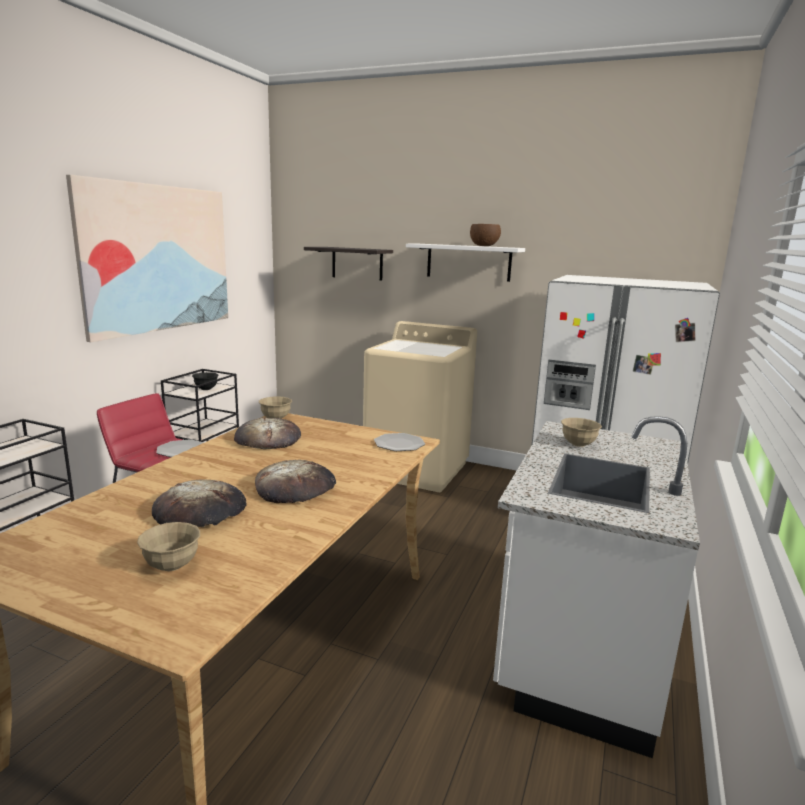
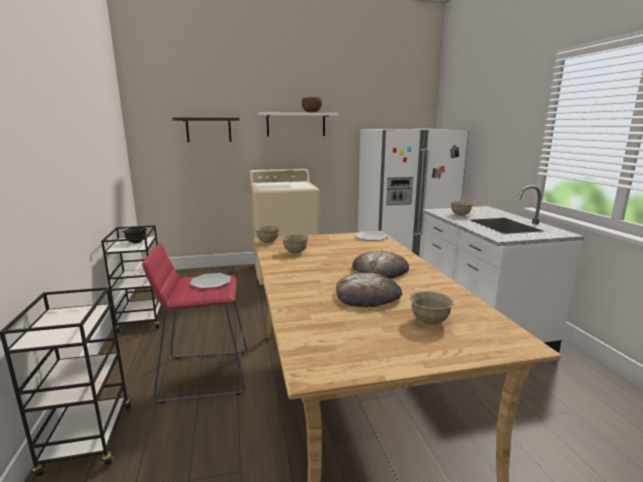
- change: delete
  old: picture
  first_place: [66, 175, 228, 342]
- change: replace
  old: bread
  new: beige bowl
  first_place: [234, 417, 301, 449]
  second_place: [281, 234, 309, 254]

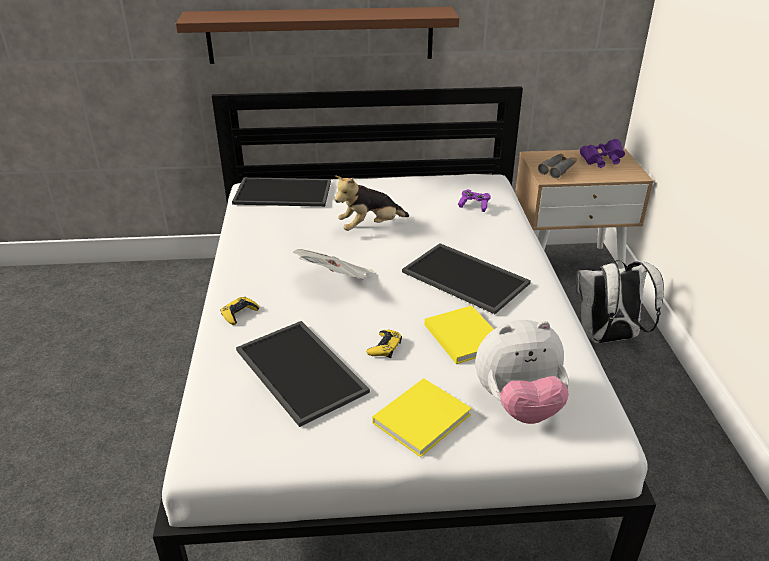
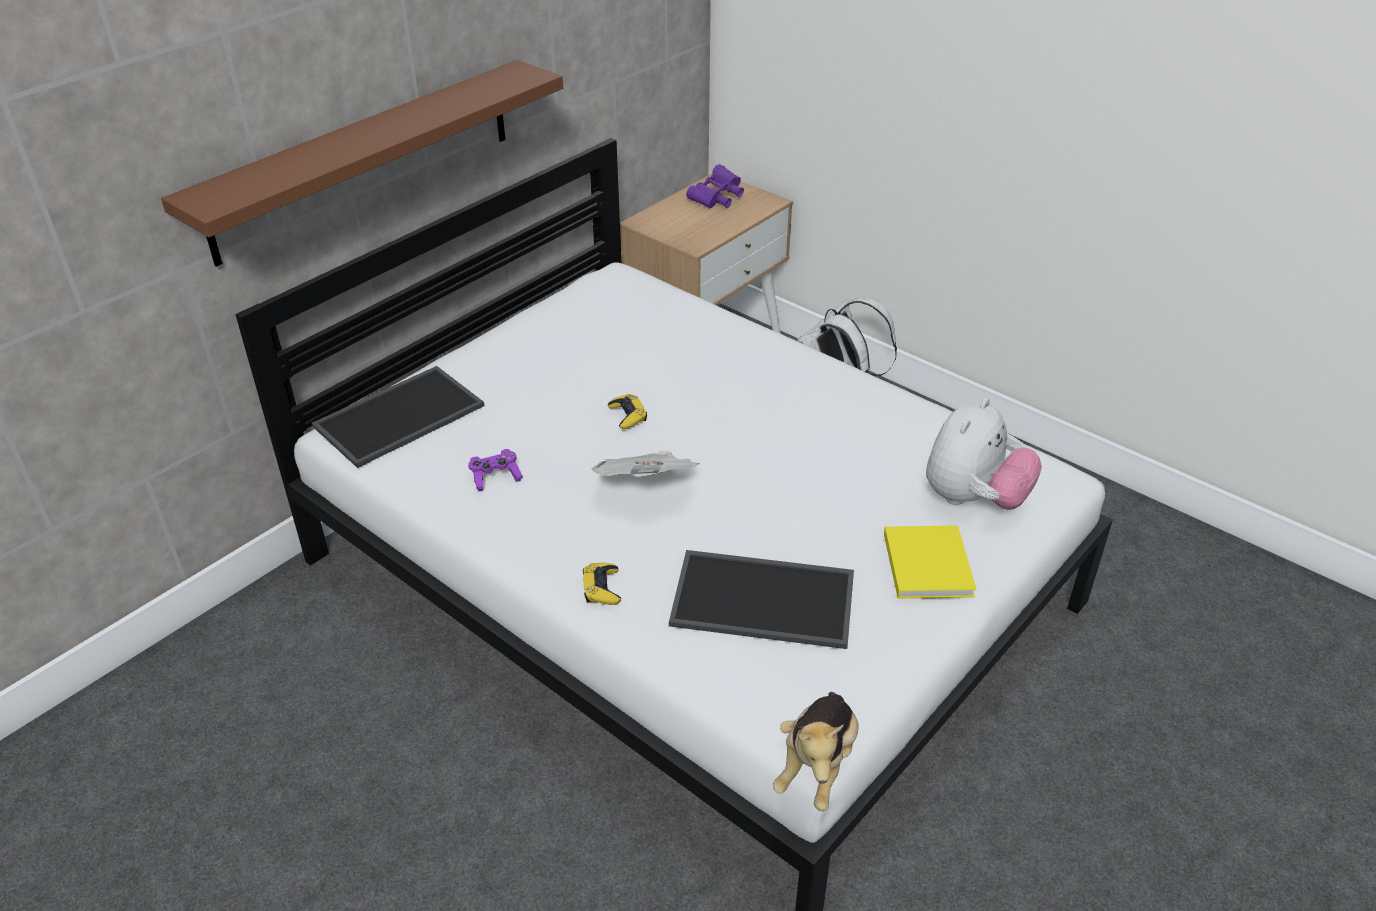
- change: delete
  old: grey binoculars
  first_place: [538, 153, 577, 178]
- change: move
  old: plush toy
  first_place: [334, 175, 409, 231]
  second_place: [773, 692, 859, 811]
- change: move
  old: purple game controller
  first_place: [458, 190, 491, 212]
  second_place: [468, 449, 523, 492]
- change: delete
  old: tray
  first_place: [402, 243, 531, 314]
- change: delete
  old: yellow book
  first_place: [425, 306, 494, 364]
- change: move
  old: yellow game controller
  first_place: [366, 330, 402, 358]
  second_place: [608, 394, 647, 429]

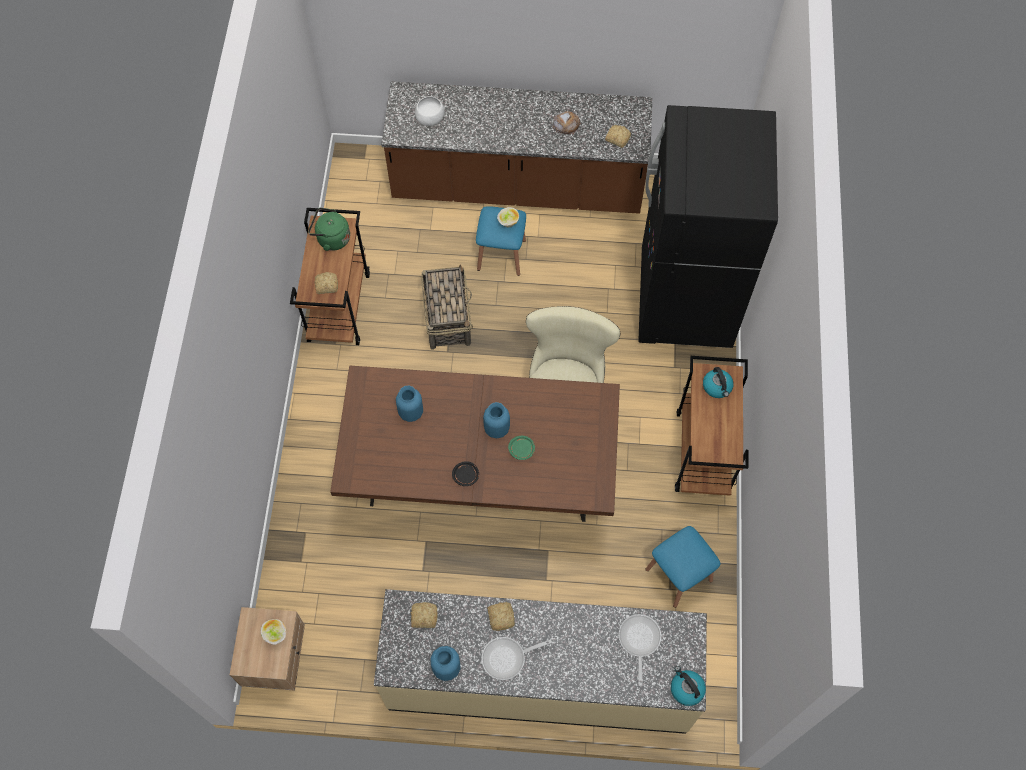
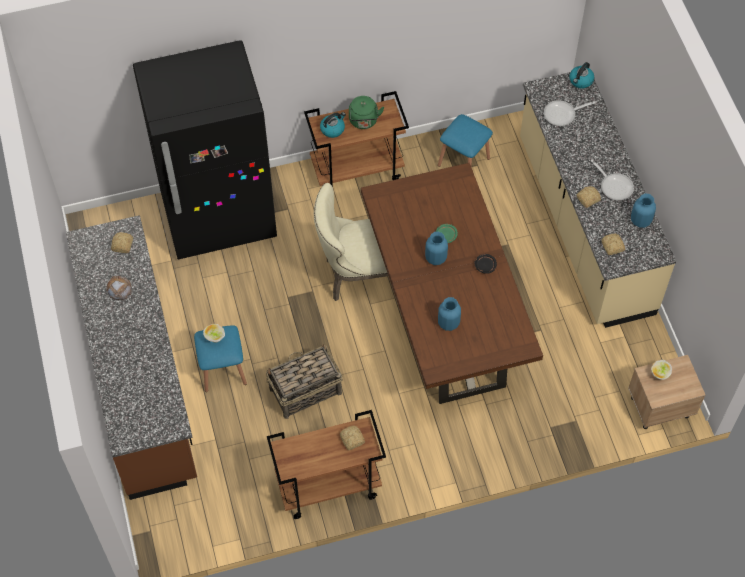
- change: delete
  old: white bowl
  first_place: [415, 96, 445, 126]
- change: move
  old: green kettle
  first_place: [308, 208, 350, 251]
  second_place: [349, 96, 384, 129]

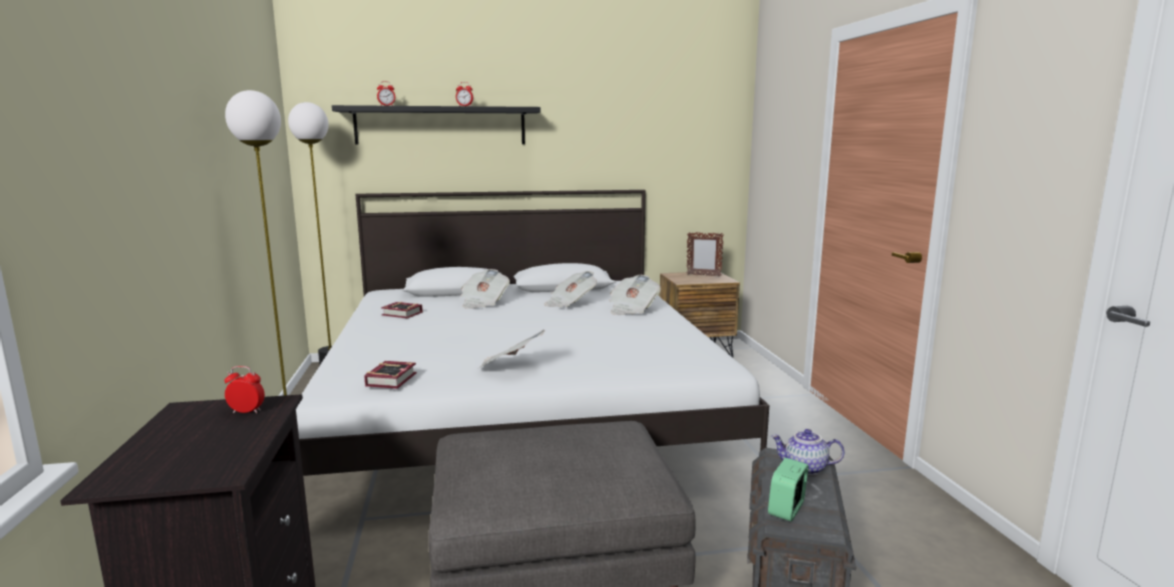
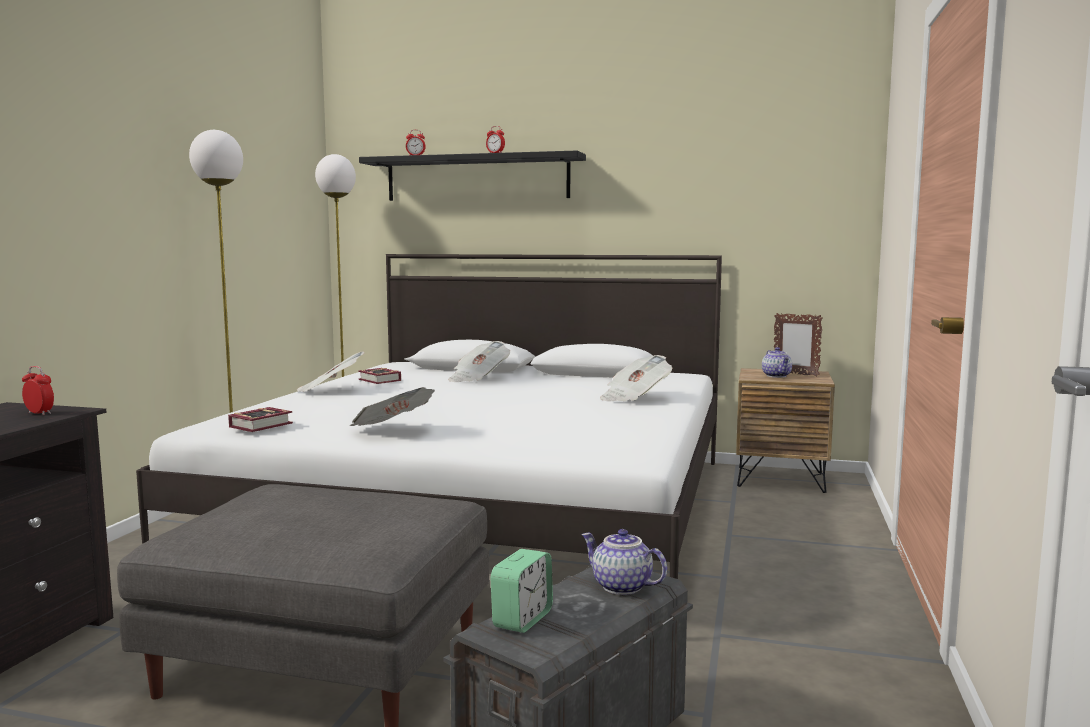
- change: move
  old: newspaper
  first_place: [544, 271, 597, 307]
  second_place: [297, 351, 365, 392]
- change: rotate
  old: alarm clock
  first_place: [768, 458, 809, 521]
  second_place: [490, 549, 553, 633]
  degrees: 150
- change: insert
  new: teapot
  second_place: [762, 347, 792, 378]

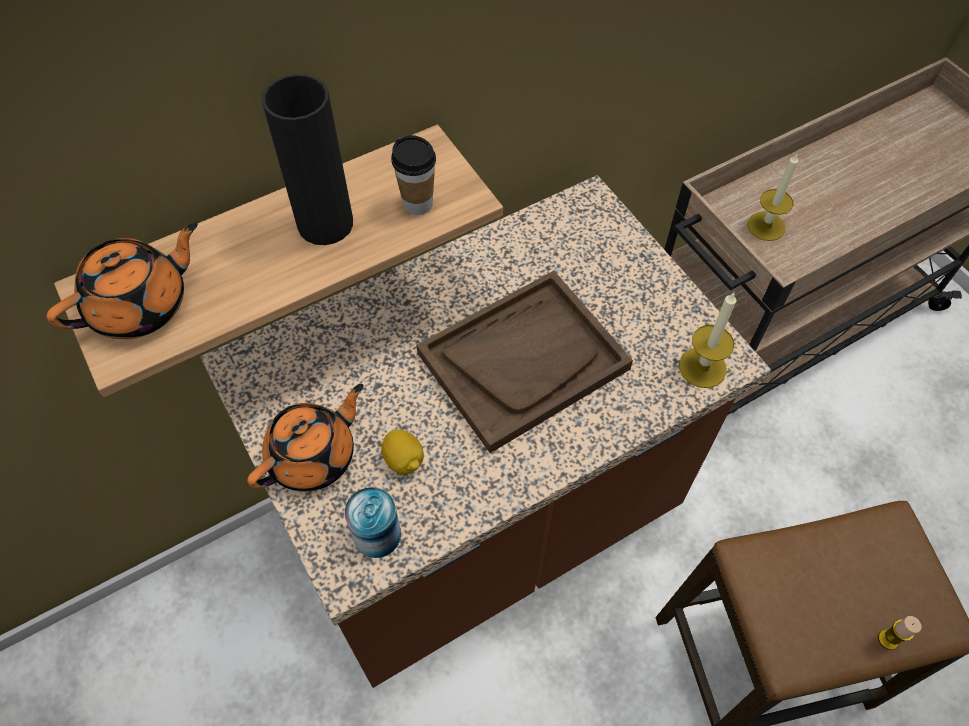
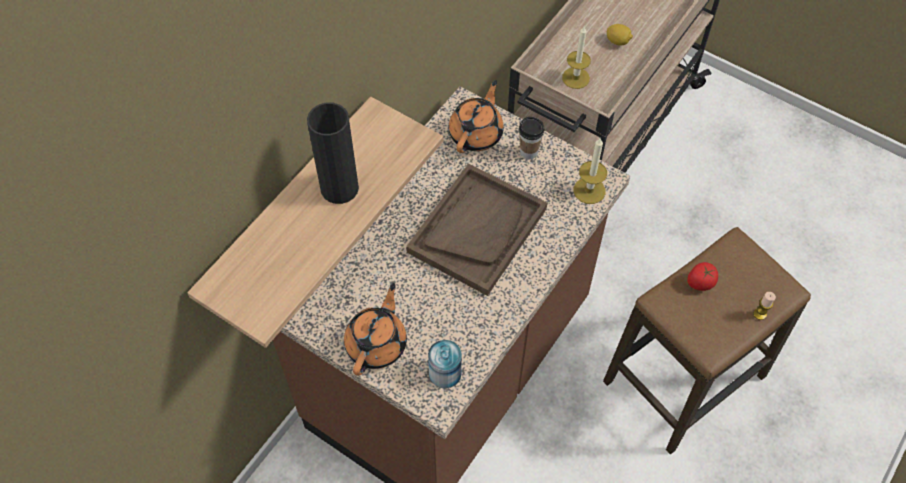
- change: move
  old: cup
  first_place: [391, 135, 436, 215]
  second_place: [519, 117, 545, 159]
- change: move
  old: orange teapot
  first_place: [47, 223, 198, 339]
  second_place: [448, 80, 504, 153]
- change: move
  old: lemon
  first_place: [381, 430, 424, 474]
  second_place: [607, 24, 633, 46]
- change: insert
  new: tomato
  second_place: [687, 262, 718, 291]

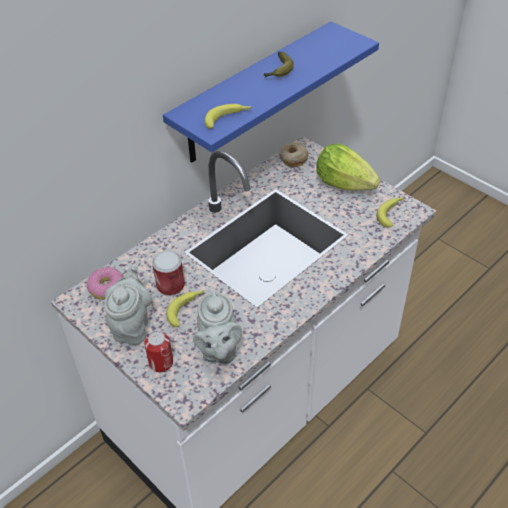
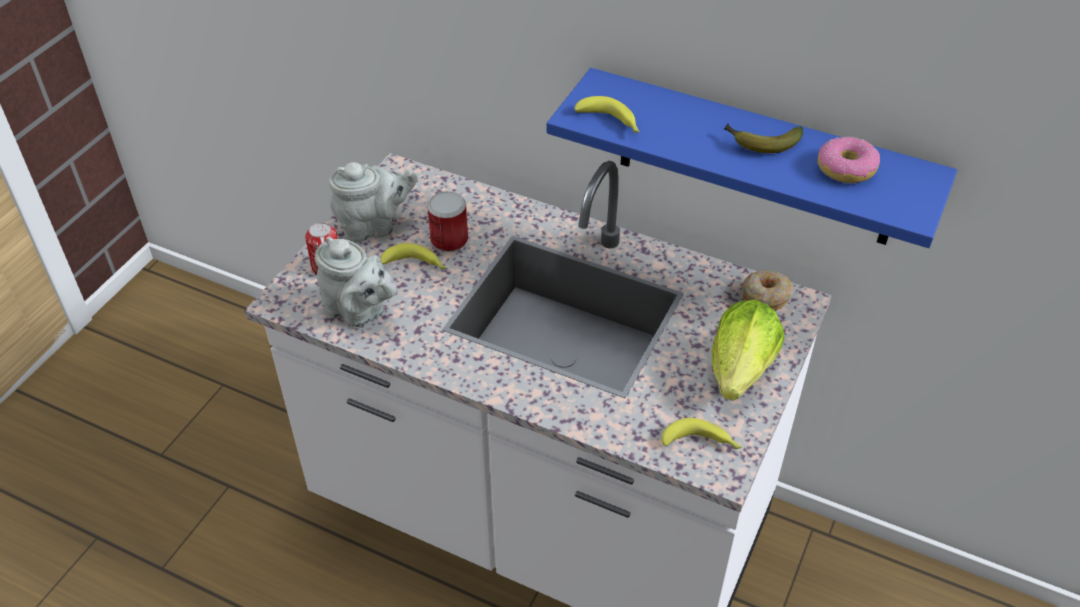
- change: move
  old: donut
  first_place: [87, 267, 124, 300]
  second_place: [818, 137, 880, 183]
- change: rotate
  old: grey teapot
  first_place: [193, 291, 242, 364]
  second_place: [315, 236, 397, 327]
  degrees: -120

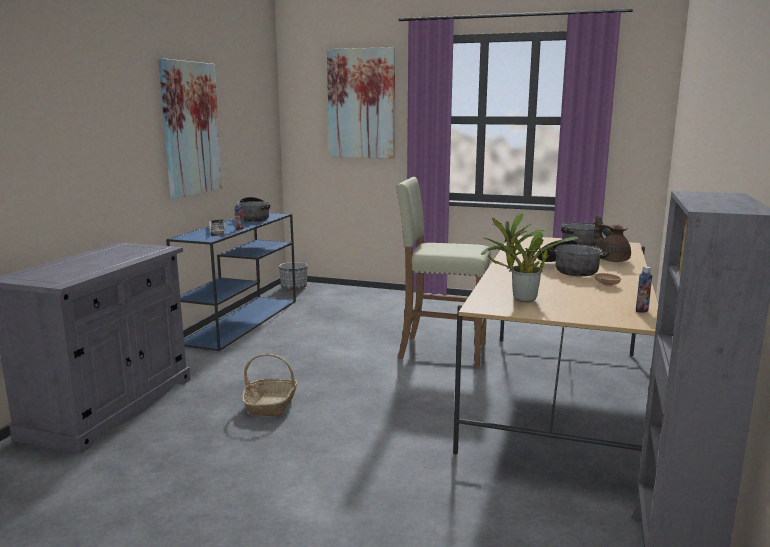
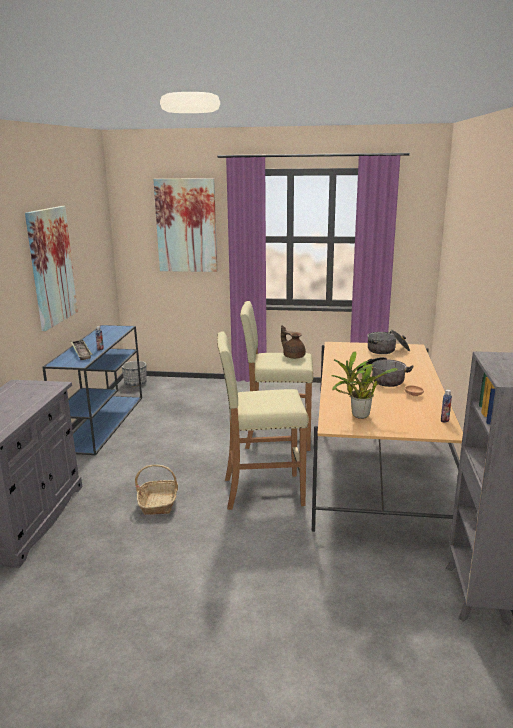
- change: delete
  old: cooking pot
  first_place: [238, 197, 270, 222]
- change: move
  old: brown teapot
  first_place: [594, 215, 631, 262]
  second_place: [281, 325, 306, 359]
- change: insert
  new: beige stool
  second_place: [217, 331, 309, 510]

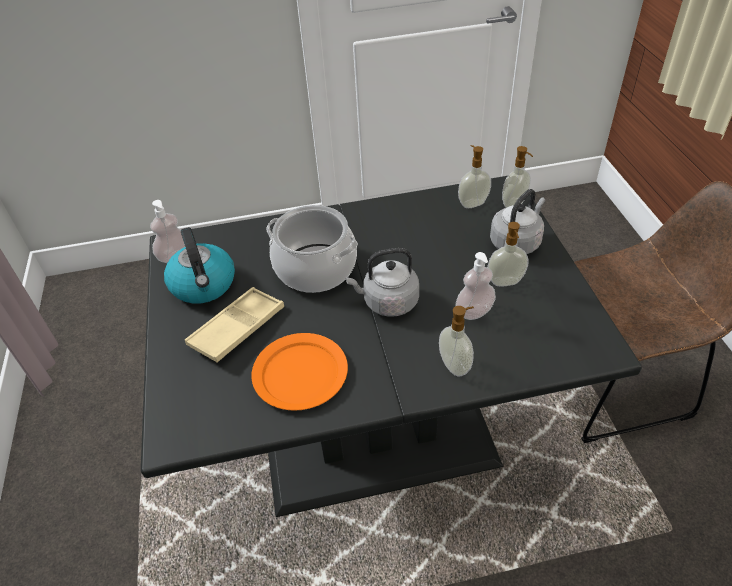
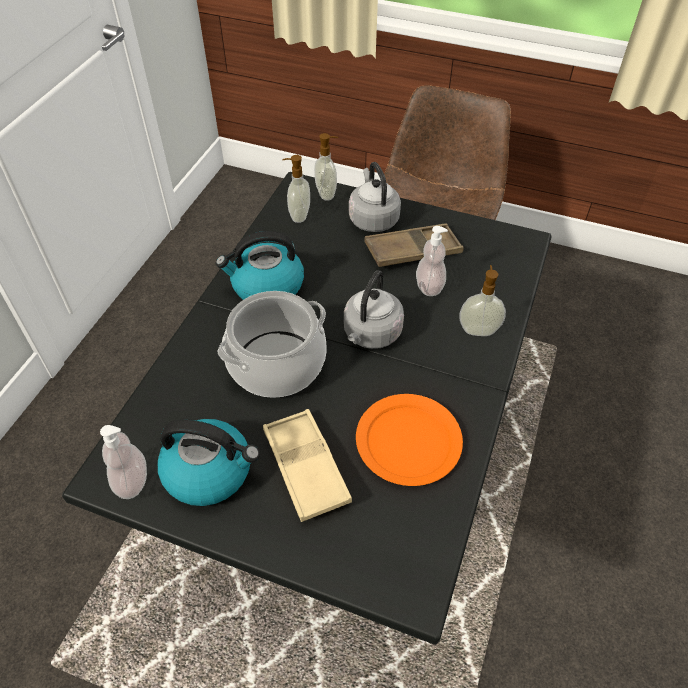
- change: replace
  old: soap dispenser
  new: brown tray
  first_place: [487, 222, 528, 287]
  second_place: [364, 223, 464, 267]
- change: insert
  new: kettle
  second_place: [216, 231, 304, 300]

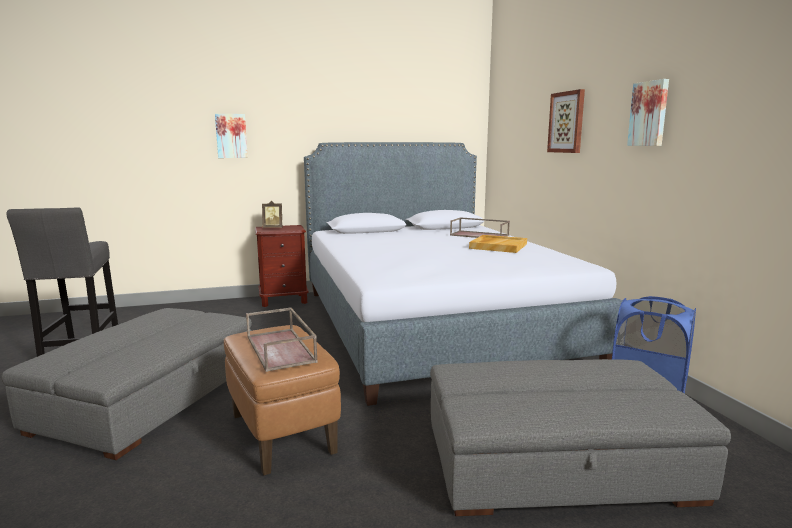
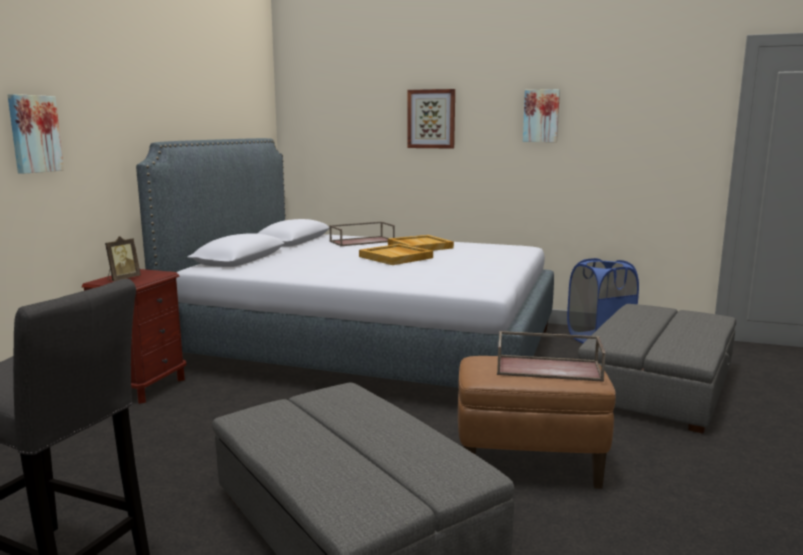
- change: insert
  new: beige tray
  second_place: [359, 244, 433, 265]

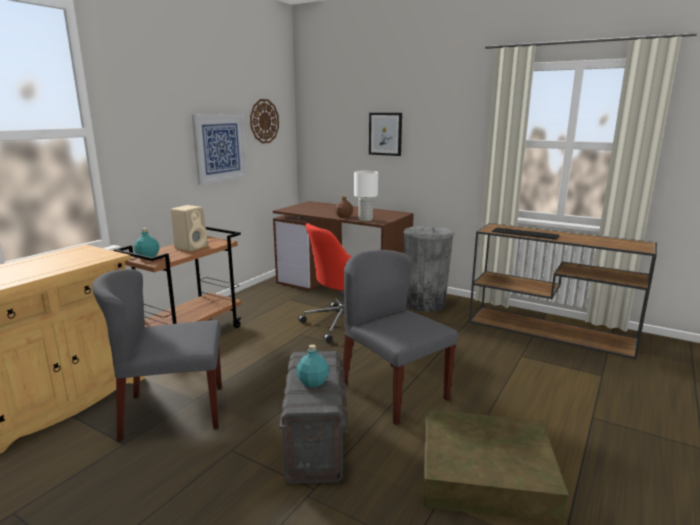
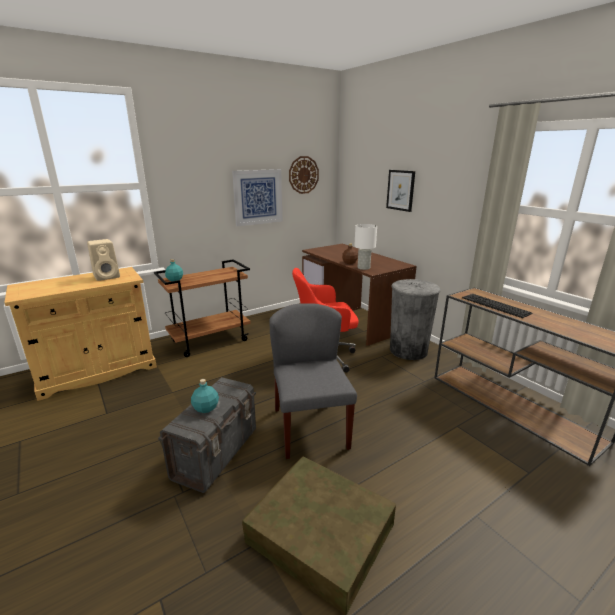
- change: move
  old: beige speaker
  first_place: [171, 205, 208, 251]
  second_place: [87, 239, 120, 281]
- change: delete
  old: grey chair
  first_place: [92, 269, 222, 442]

